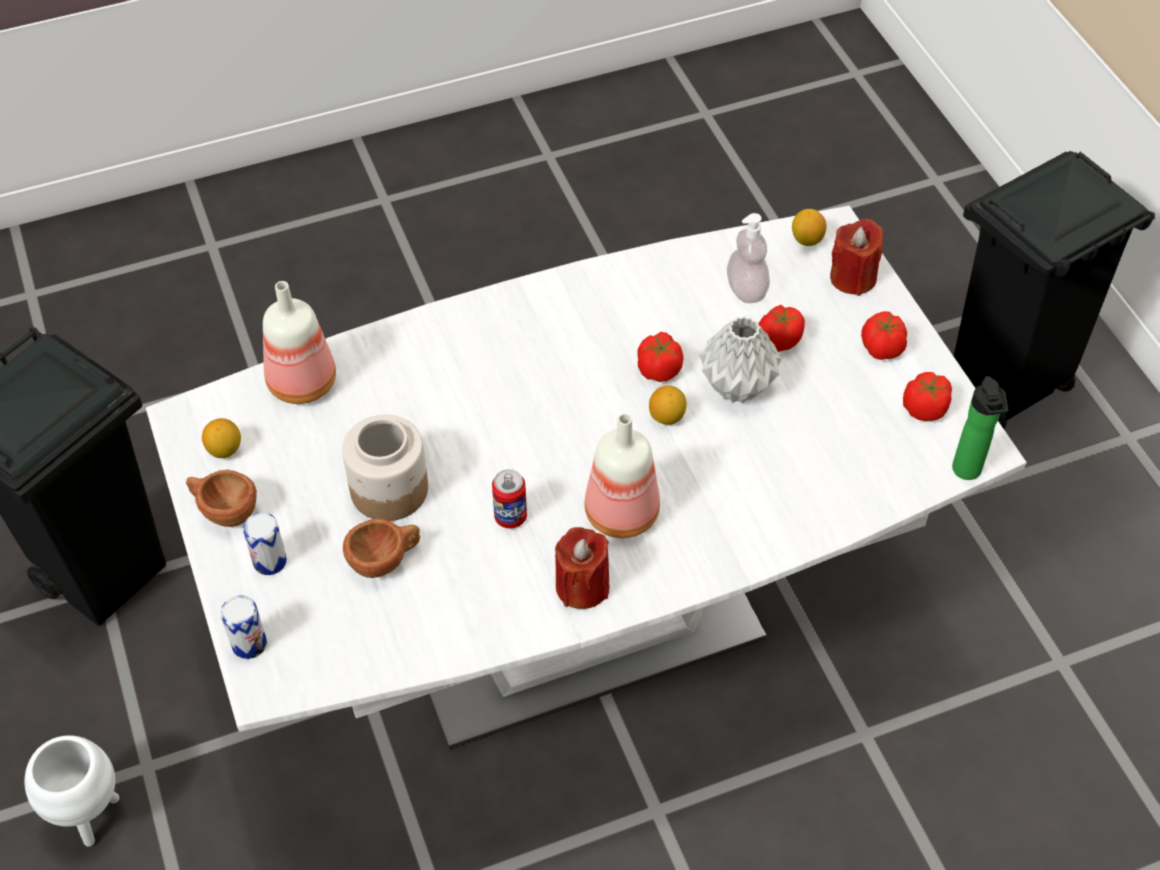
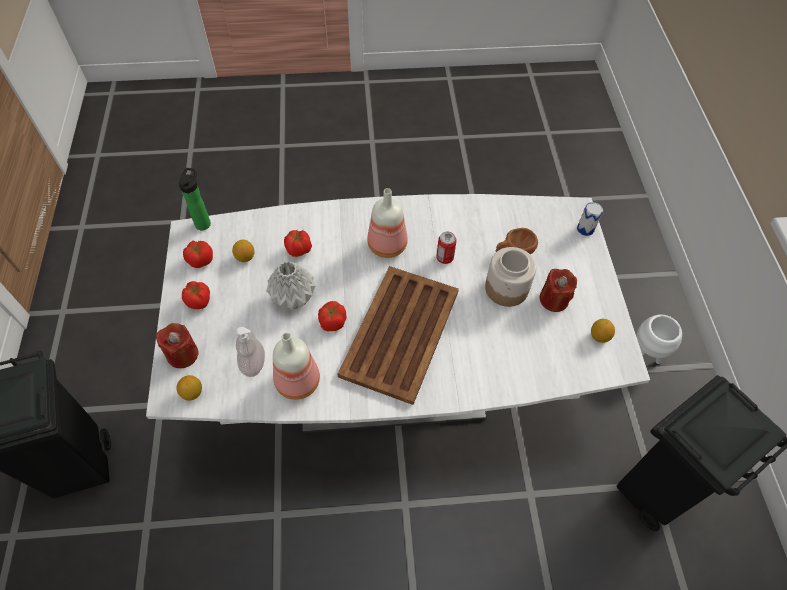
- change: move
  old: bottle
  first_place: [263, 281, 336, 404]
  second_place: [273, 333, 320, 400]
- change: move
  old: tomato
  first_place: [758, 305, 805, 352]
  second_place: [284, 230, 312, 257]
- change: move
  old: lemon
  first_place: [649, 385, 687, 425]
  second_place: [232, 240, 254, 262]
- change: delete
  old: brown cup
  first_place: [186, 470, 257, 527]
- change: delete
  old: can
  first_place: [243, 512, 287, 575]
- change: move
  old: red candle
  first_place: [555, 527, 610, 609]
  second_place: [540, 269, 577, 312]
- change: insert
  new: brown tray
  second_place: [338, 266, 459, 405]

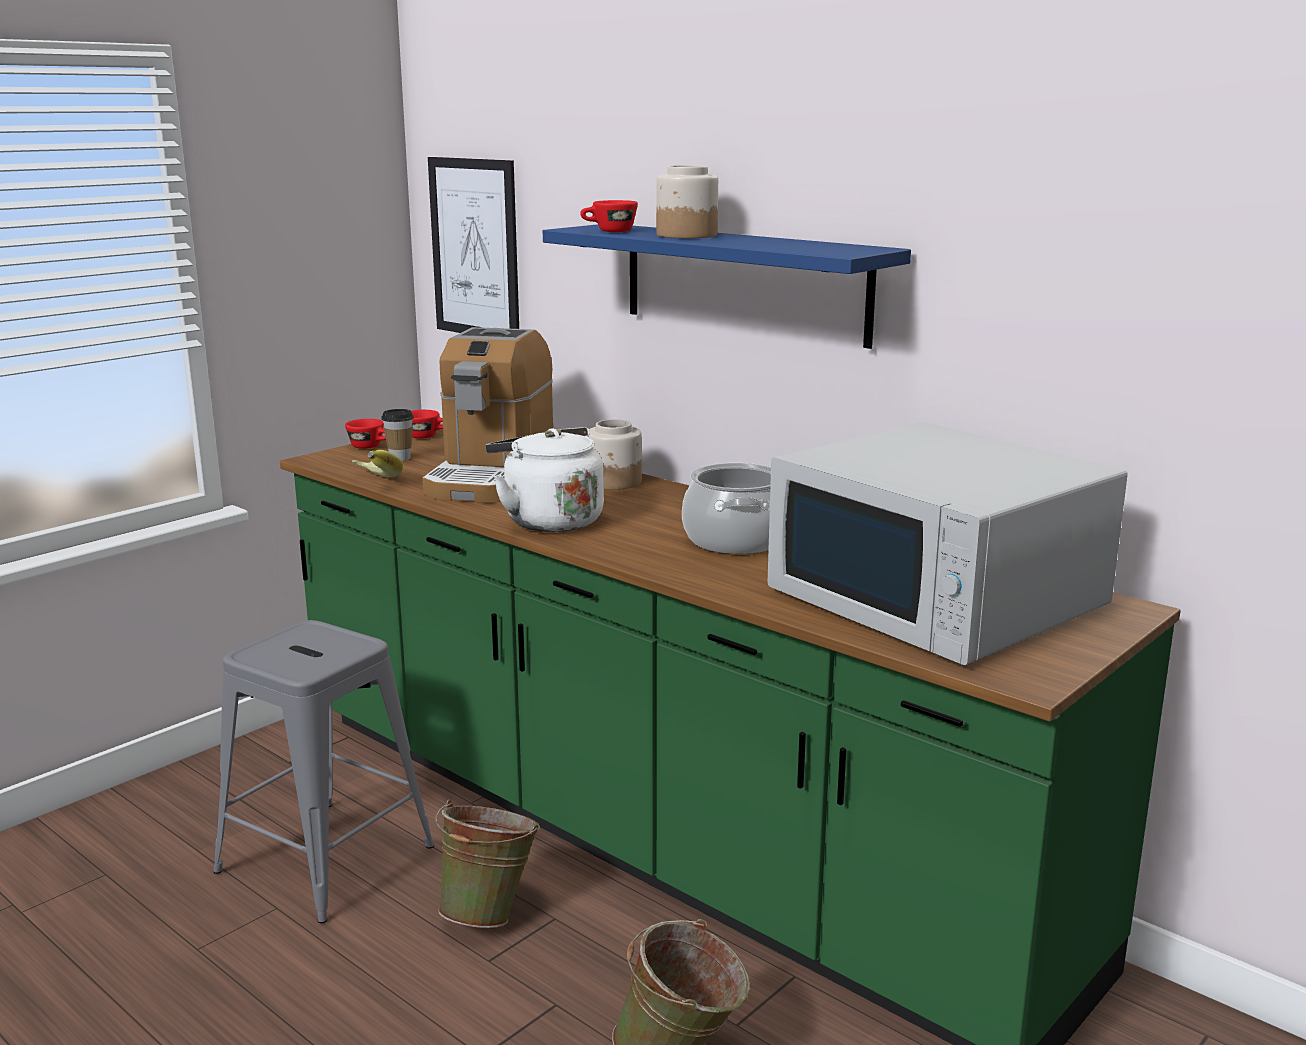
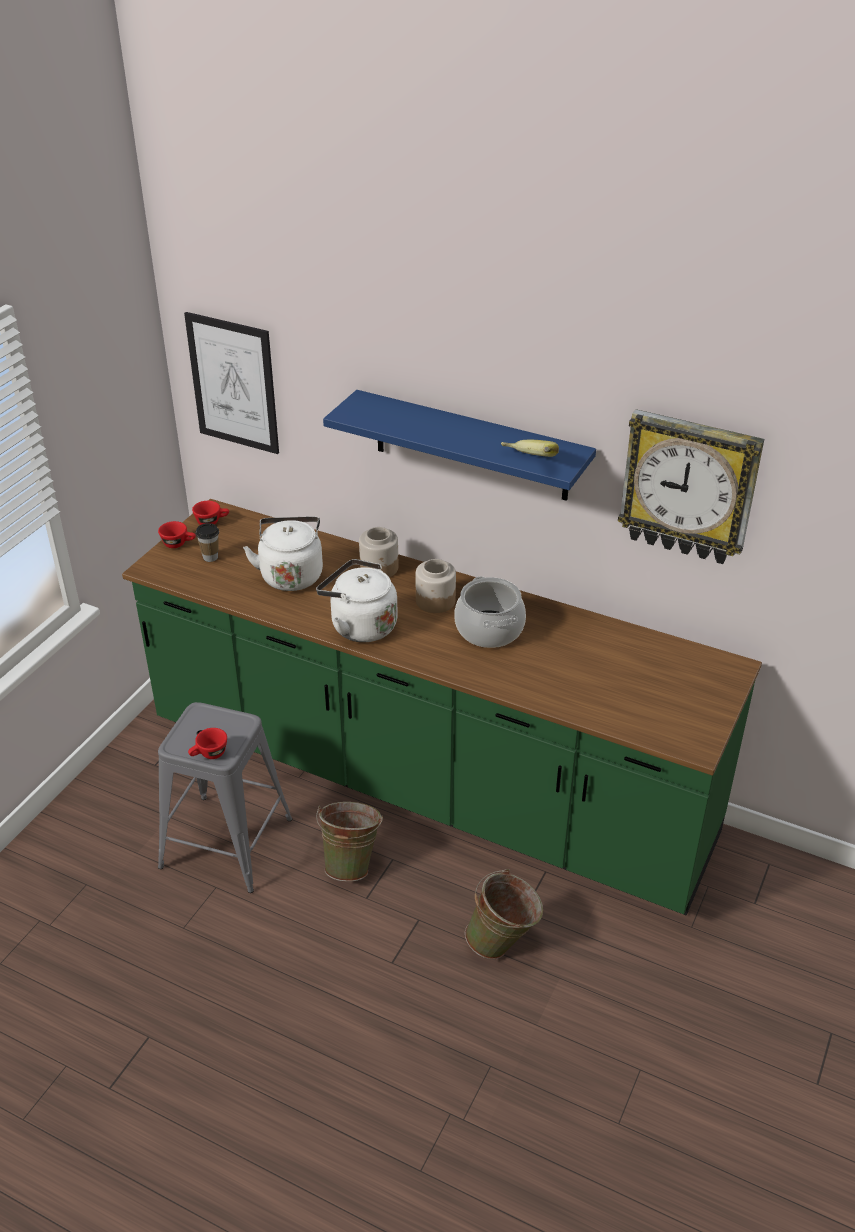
- change: move
  old: jar
  first_place: [656, 165, 718, 238]
  second_place: [416, 559, 456, 613]
- change: move
  old: red cup
  first_place: [580, 200, 638, 232]
  second_place: [188, 728, 227, 759]
- change: replace
  old: coffee machine
  new: white kettle
  first_place: [422, 327, 553, 503]
  second_place: [243, 516, 323, 591]
- change: delete
  old: white microwave
  first_place: [768, 422, 1128, 665]
- change: move
  old: banana
  first_place: [352, 450, 403, 477]
  second_place: [501, 440, 559, 457]
- change: insert
  new: wall clock
  second_place: [618, 409, 764, 564]

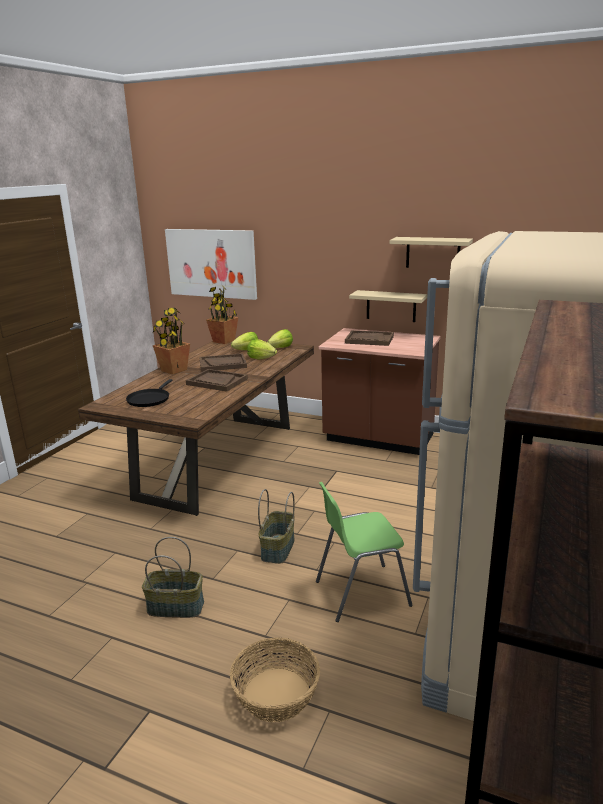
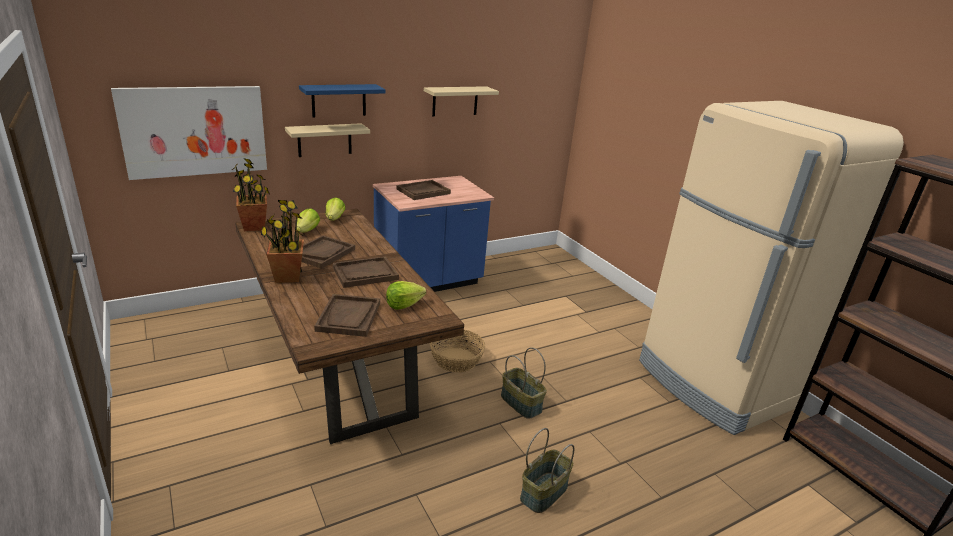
- change: move
  old: beige shelf
  first_place: [349, 290, 427, 322]
  second_place: [285, 123, 370, 157]
- change: recolor
  old: brown counter
  new: blue counter
  first_place: [319, 328, 441, 455]
  second_place: [373, 176, 494, 292]
- change: move
  old: lettuce
  first_place: [247, 339, 277, 360]
  second_place: [386, 281, 426, 309]
- change: replace
  old: black frying pan
  new: brown tray
  first_place: [126, 379, 173, 407]
  second_place: [314, 294, 380, 337]
- change: delete
  old: green chair
  first_place: [316, 482, 413, 622]
- change: move
  old: basket
  first_place: [230, 637, 320, 723]
  second_place: [430, 330, 485, 372]
- change: insert
  new: blue shelf
  second_place: [299, 84, 386, 118]

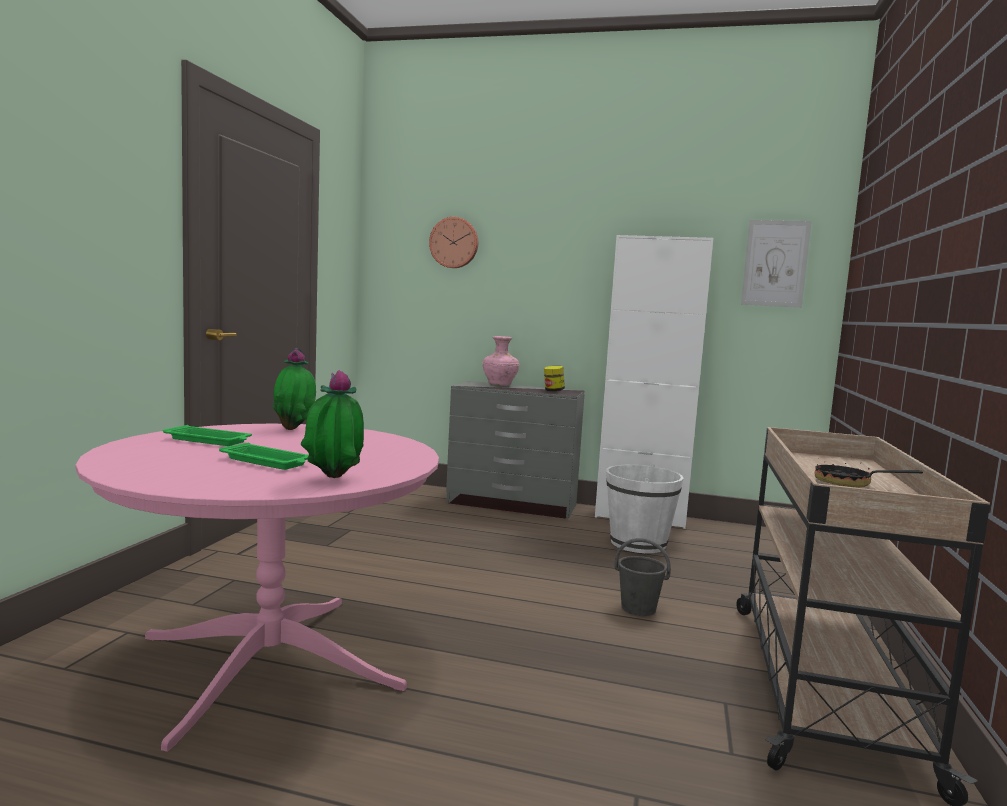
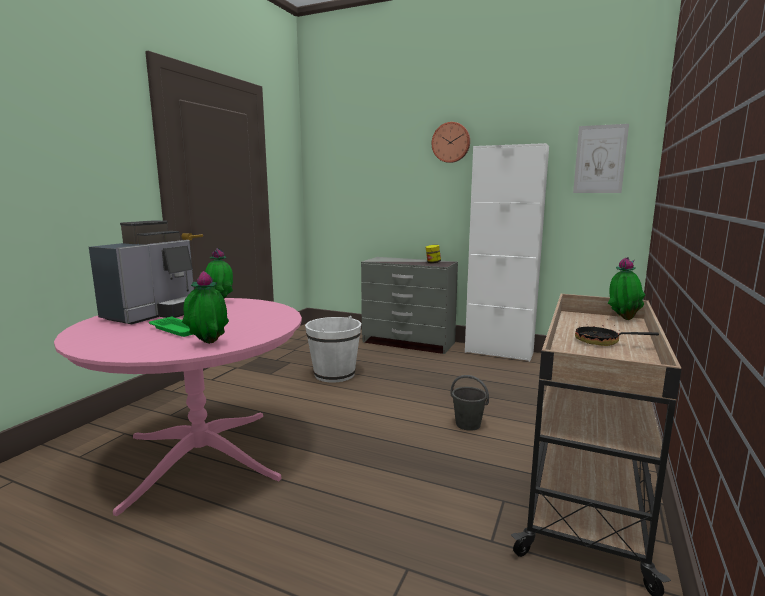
- change: move
  old: wall clock
  first_place: [429, 217, 478, 268]
  second_place: [432, 122, 470, 163]
- change: delete
  old: pink vase
  first_place: [483, 336, 519, 386]
- change: replace
  old: green tray
  new: coffee machine
  first_place: [163, 425, 252, 446]
  second_place: [89, 220, 194, 324]
- change: move
  old: white bucket
  first_place: [606, 463, 684, 553]
  second_place: [305, 316, 361, 382]
- change: insert
  new: potted plant
  second_place: [608, 257, 645, 320]

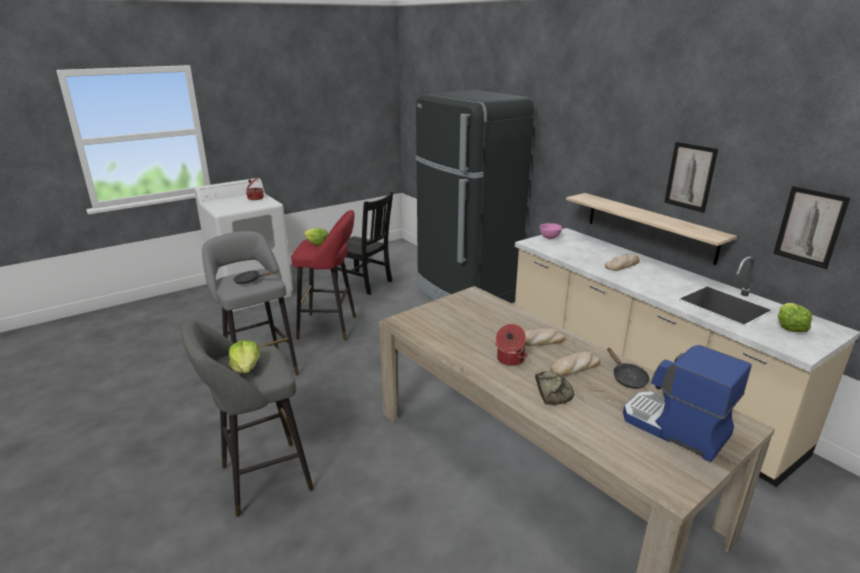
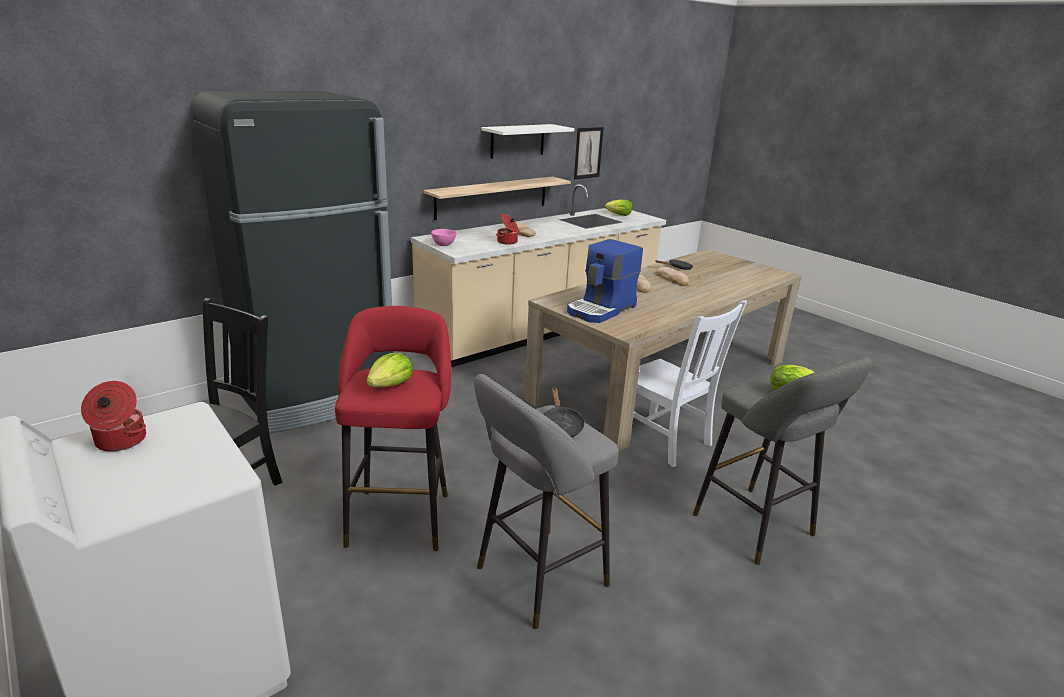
- change: replace
  old: picture
  new: white shelf
  first_place: [665, 142, 718, 213]
  second_place: [482, 124, 574, 159]
- change: move
  old: cooking pot
  first_place: [495, 324, 527, 366]
  second_place: [496, 214, 520, 245]
- change: move
  old: coffee machine
  first_place: [623, 345, 752, 462]
  second_place: [567, 239, 643, 323]
- change: delete
  old: bread
  first_place: [535, 371, 574, 405]
- change: insert
  new: white chair
  second_place: [633, 300, 747, 467]

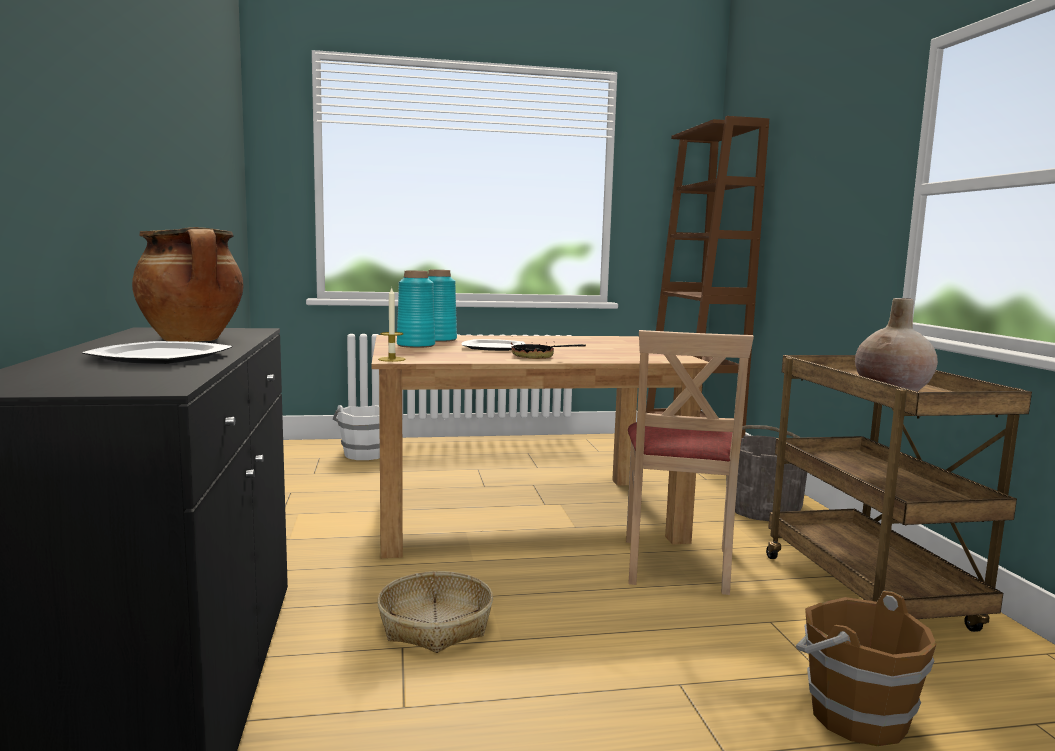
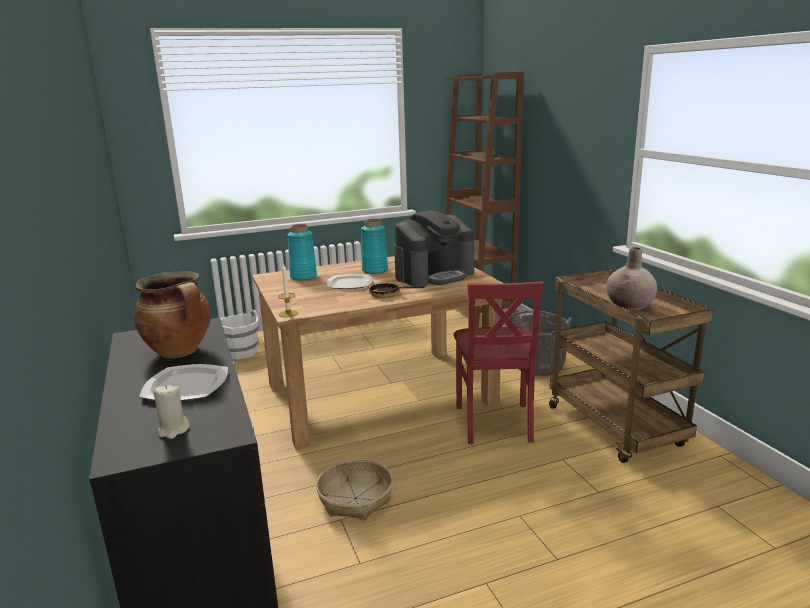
- change: move
  old: turquoise vase
  first_place: [397, 271, 435, 348]
  second_place: [361, 219, 388, 274]
- change: recolor
  old: beige chair
  new: red chair
  first_place: [626, 330, 754, 595]
  second_place: [454, 281, 544, 444]
- change: delete
  old: brown bucket
  first_place: [796, 591, 937, 746]
- change: insert
  new: coffee machine
  second_place: [394, 211, 474, 286]
- change: insert
  new: beige candle
  second_place: [153, 385, 190, 439]

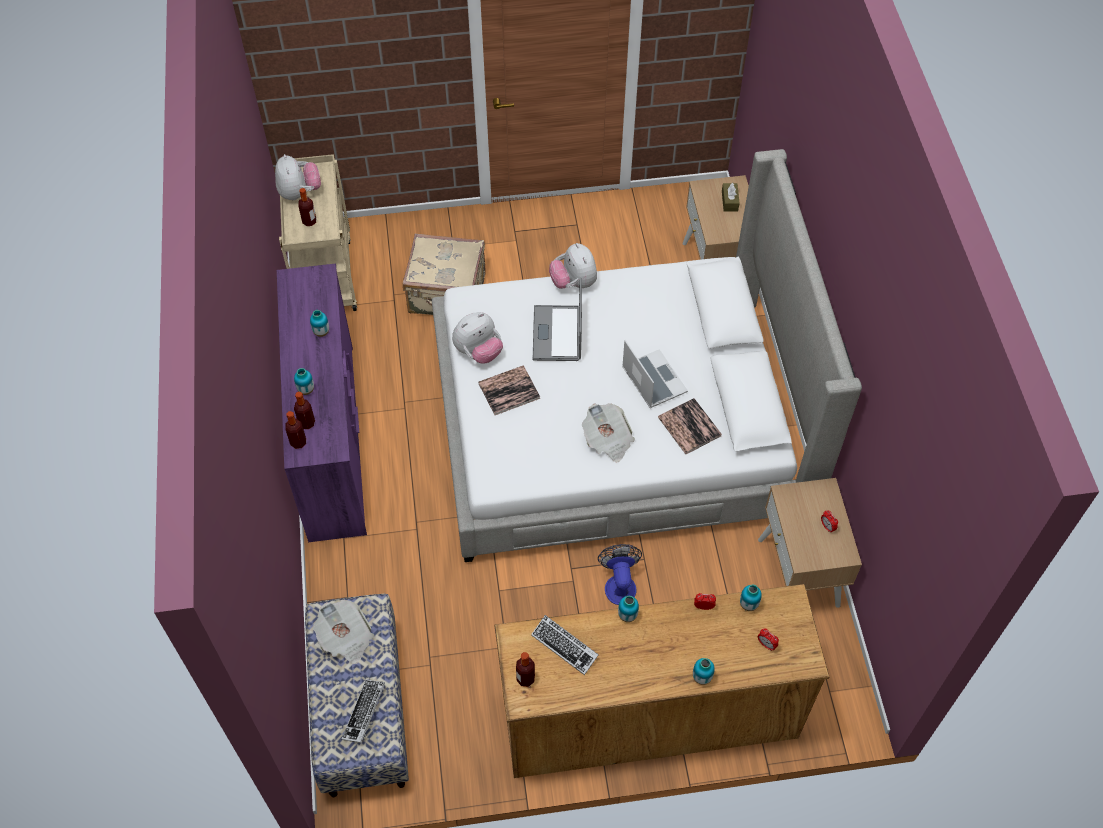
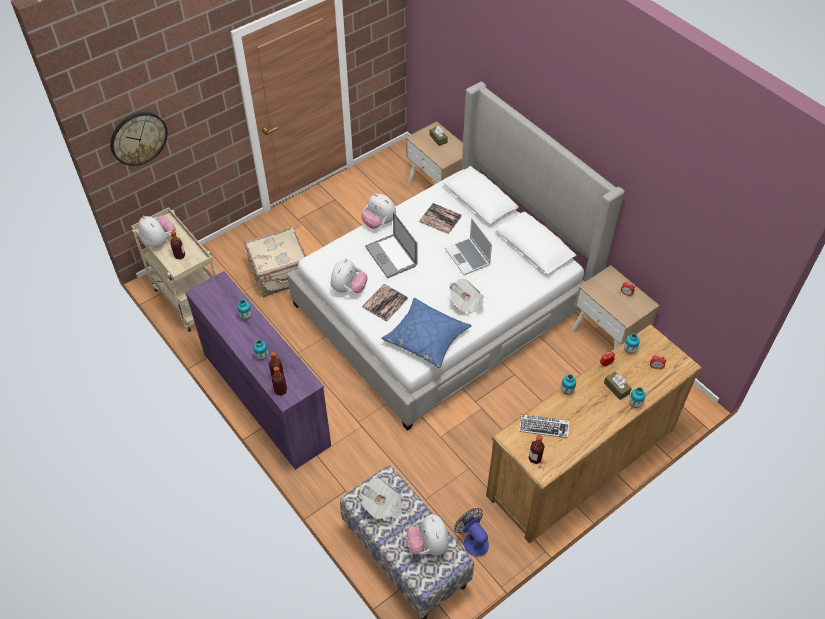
- change: rotate
  old: laptop
  first_place: [622, 340, 688, 408]
  second_place: [445, 218, 492, 275]
  degrees: -150
- change: move
  old: book
  first_place: [658, 398, 722, 454]
  second_place: [419, 203, 462, 234]
- change: move
  old: fan
  first_place: [598, 544, 642, 605]
  second_place: [454, 508, 489, 557]
- change: replace
  old: keyboard
  new: plush toy
  first_place: [342, 679, 385, 743]
  second_place: [407, 514, 449, 555]
- change: insert
  new: wall clock
  second_place: [110, 112, 168, 166]
- change: insert
  new: blue pillow
  second_place: [381, 298, 472, 368]
- change: insert
  new: brown tissue box
  second_place: [604, 372, 632, 400]

